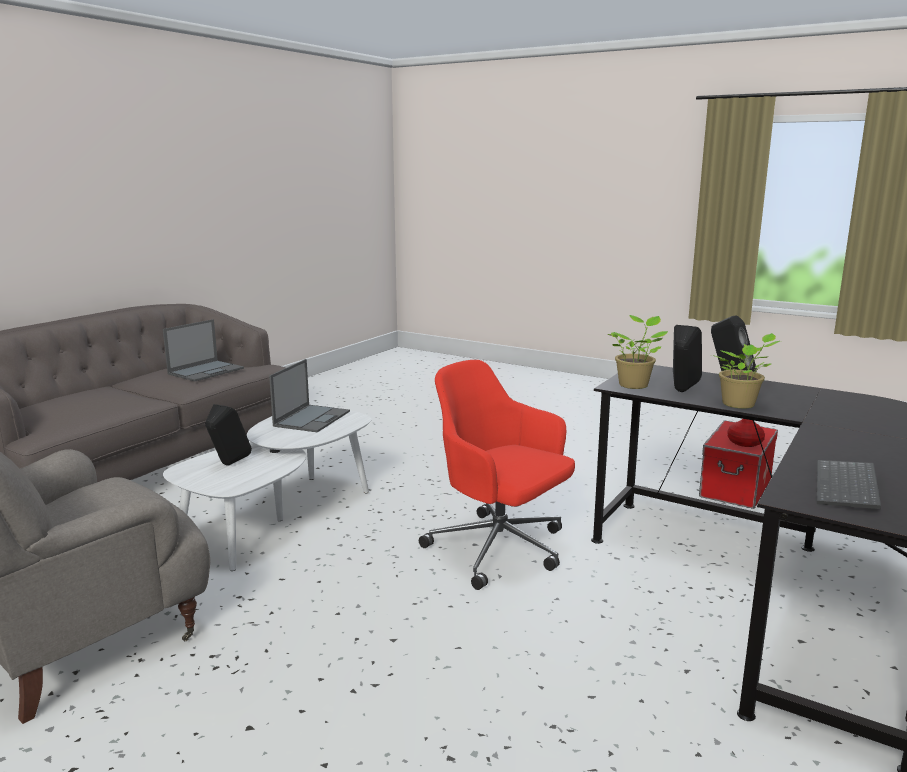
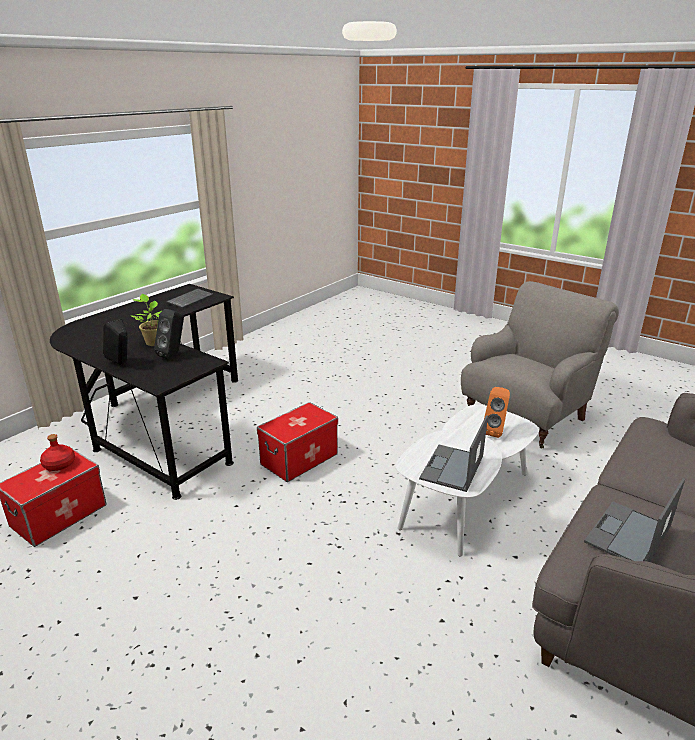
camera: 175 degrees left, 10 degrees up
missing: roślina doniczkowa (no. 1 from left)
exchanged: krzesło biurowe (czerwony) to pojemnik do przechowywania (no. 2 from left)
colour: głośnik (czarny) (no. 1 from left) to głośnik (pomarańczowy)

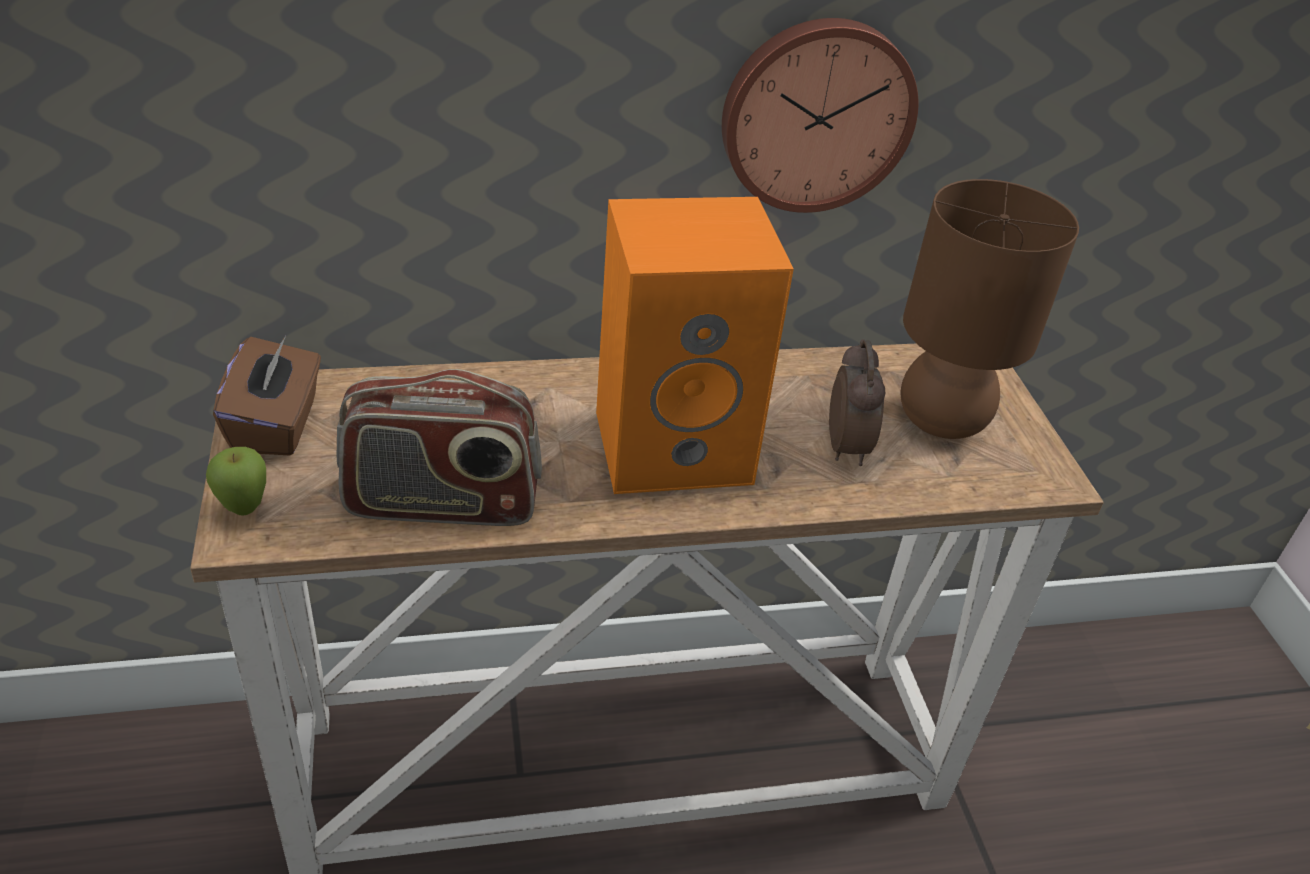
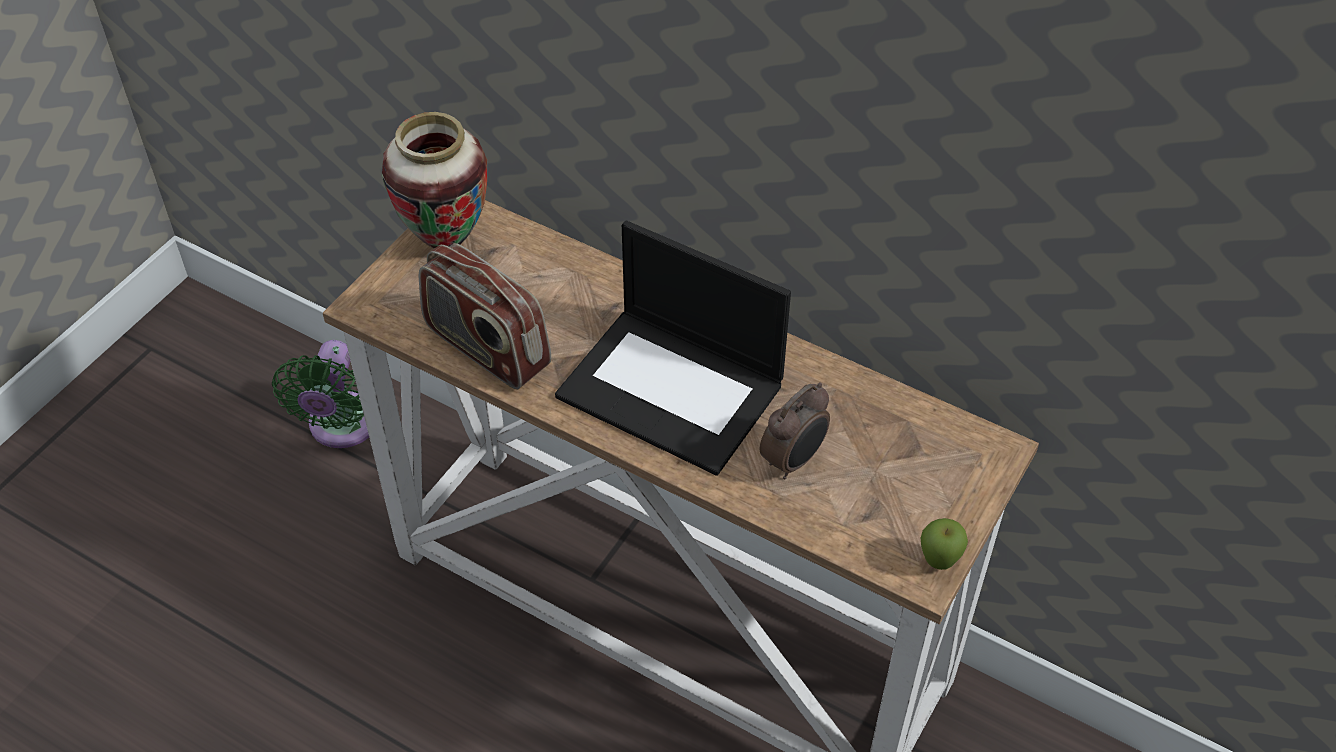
camera: 45 degrees right, 10 degrees up
missing: zegar ścienny; lampa stołowa (brązowy)
appeared: wentylator (zielony)
relocated: jabłko
exchanged: głośnik (pomarańczowy) to laptop; pudełko chusteczek (brązowy) to wazon

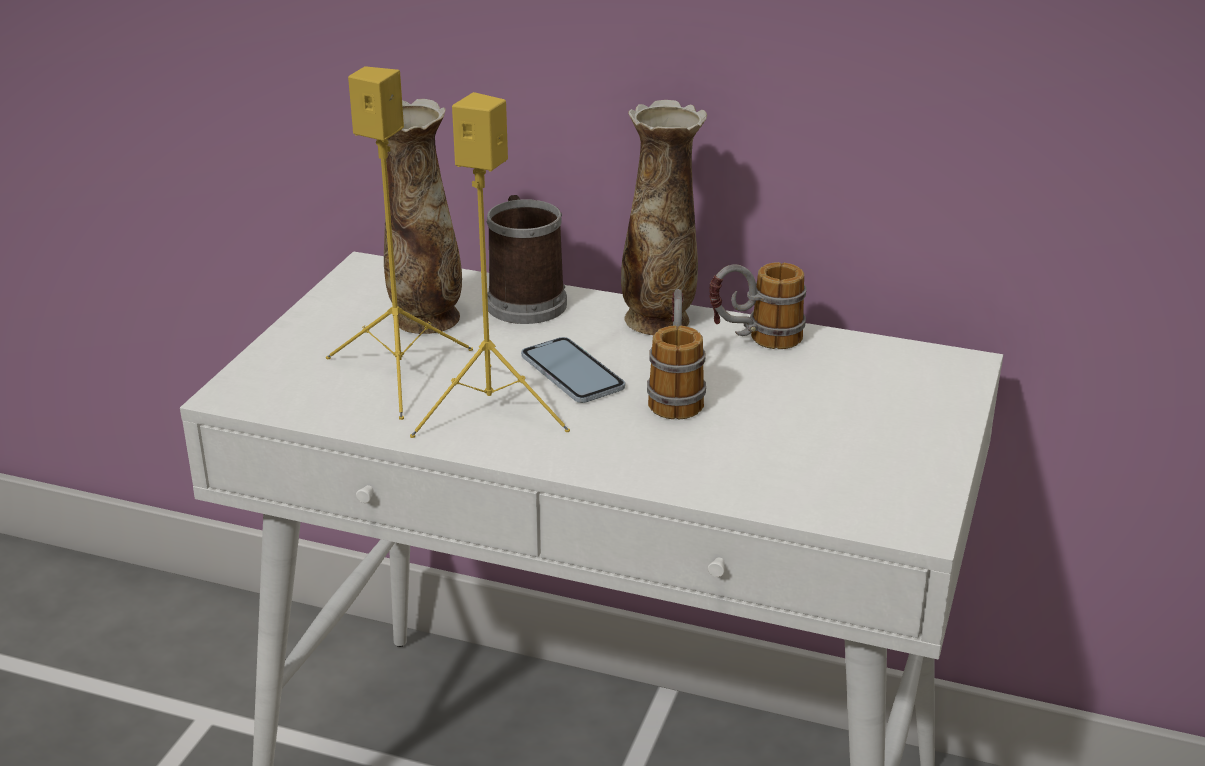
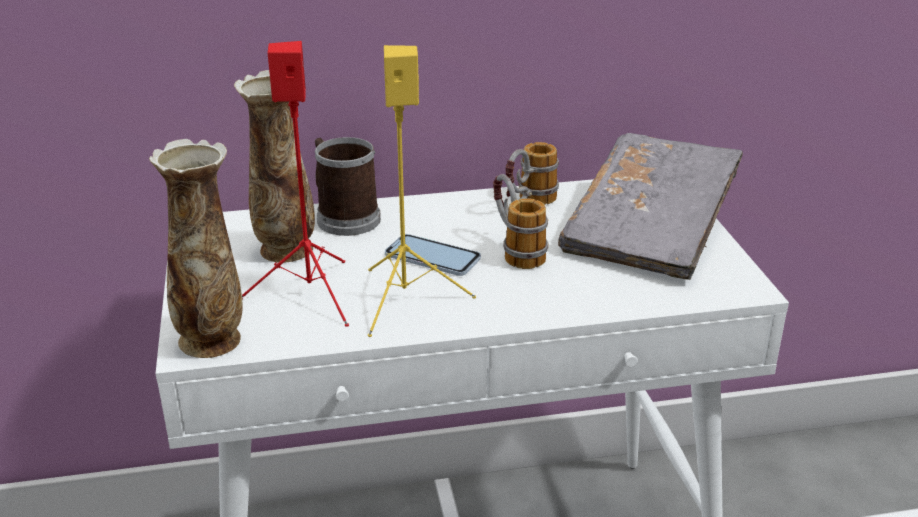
camera: 30 degrees left, 0 degrees up
appeared: książka (szary)
relocated: wazon (no. 2 from left in the first image) to wazon (no. 1 from left)
colour: głośnik (żółty) (no. 1 from left) to głośnik (czerwony)

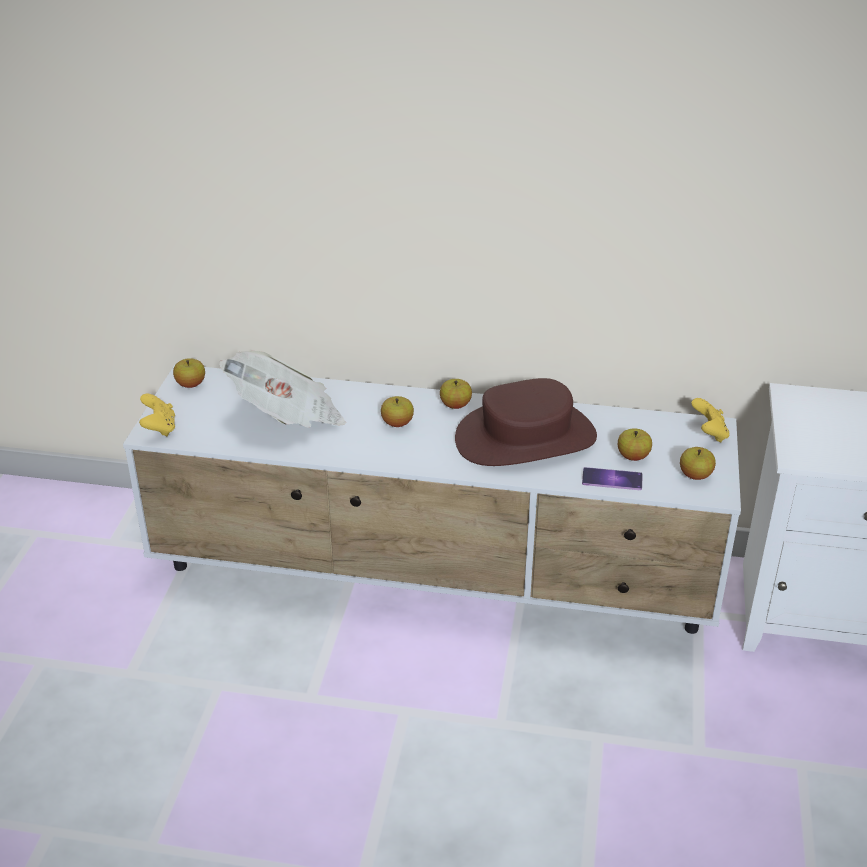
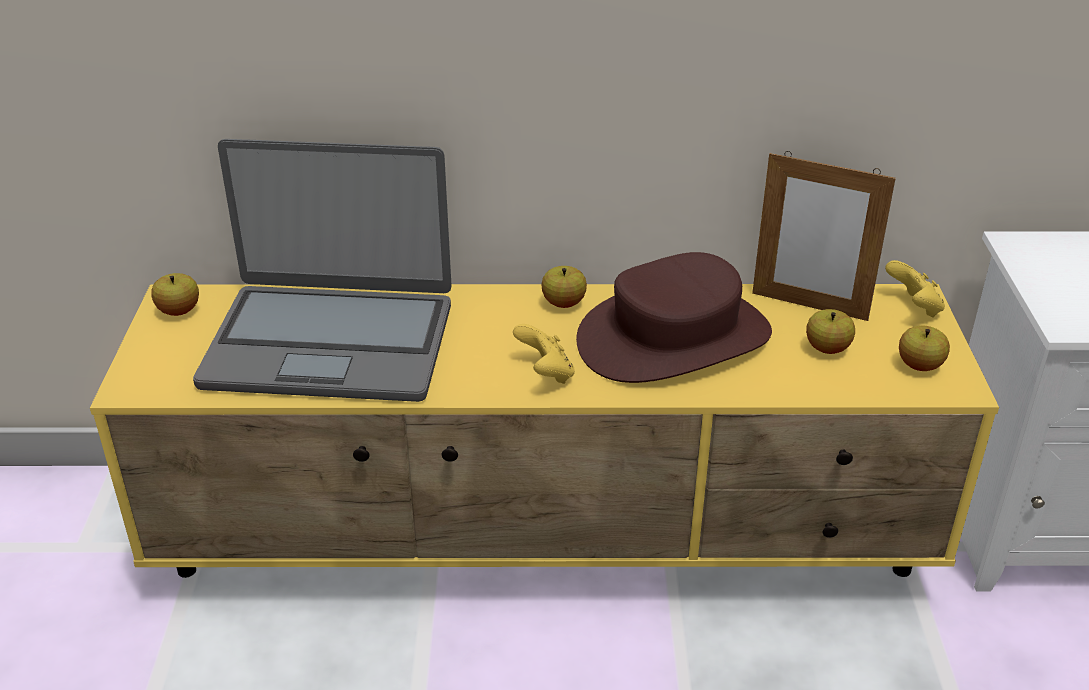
camera: 10 degrees left, 0 degrees up
missing: jabłko (no. 2 from left); telefon
appeared: ramka na zdjęcie
relocated: pad do gier (żółty) (no. 1 from left)
exchanged: gazeta to laptop
colour: szafka pod telewizor (biały) to szafka pod telewizor (żółty)

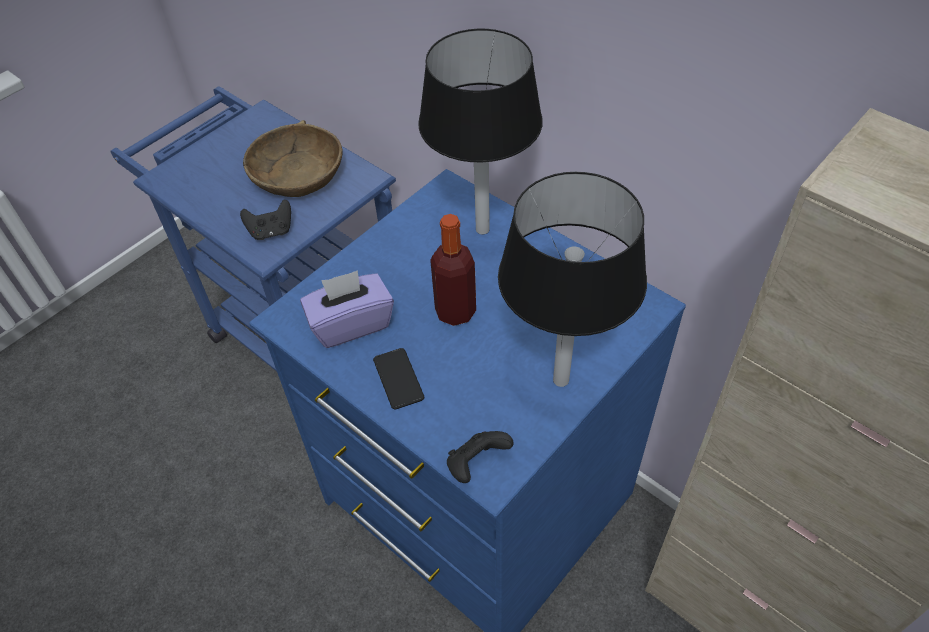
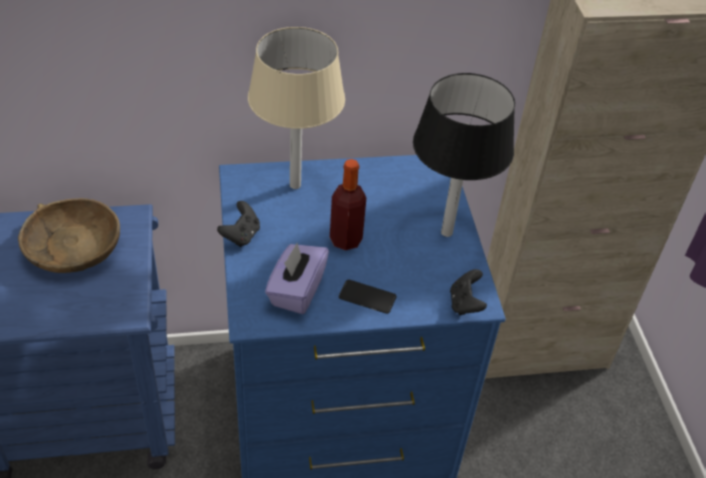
camera: 55 degrees left, 5 degrees down
relocated: pad do gier (czarny) (no. 1 from left)
colour: lampa stołowa (czarny) (no. 1 from left) to lampa stołowa (beżowy)

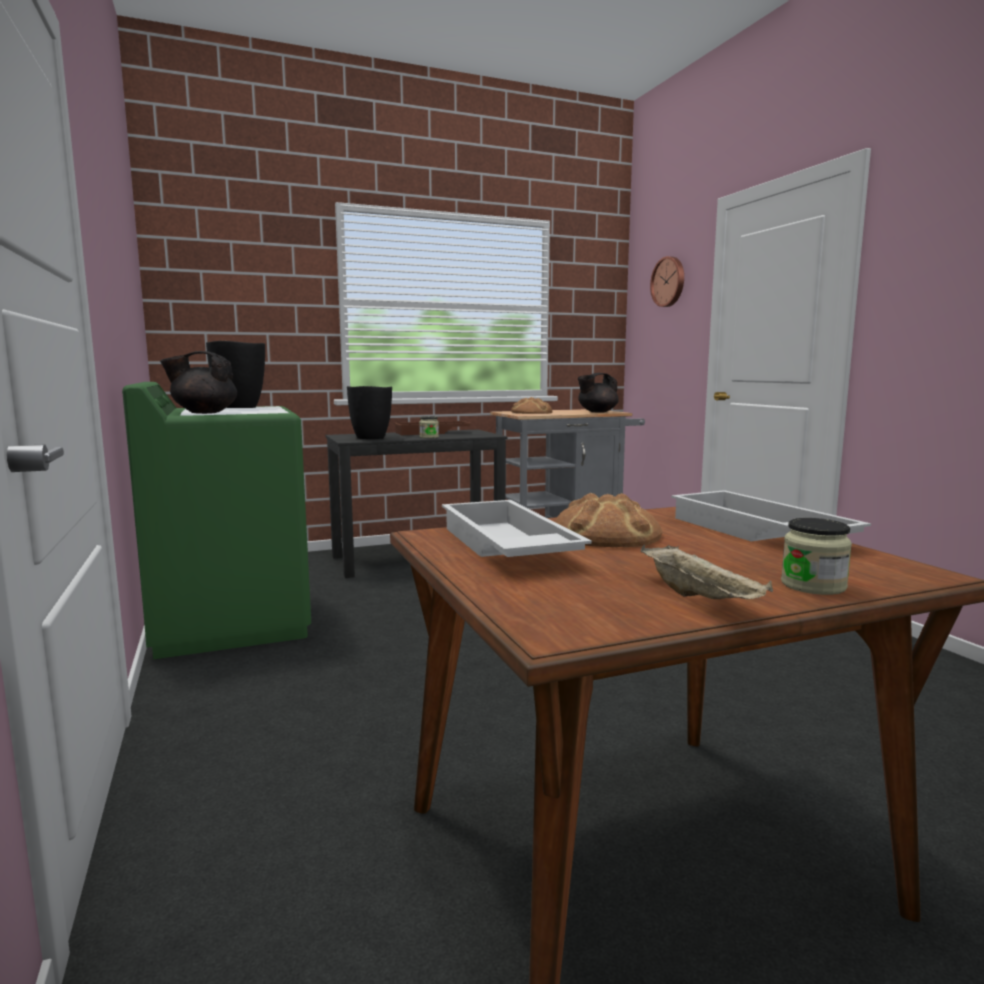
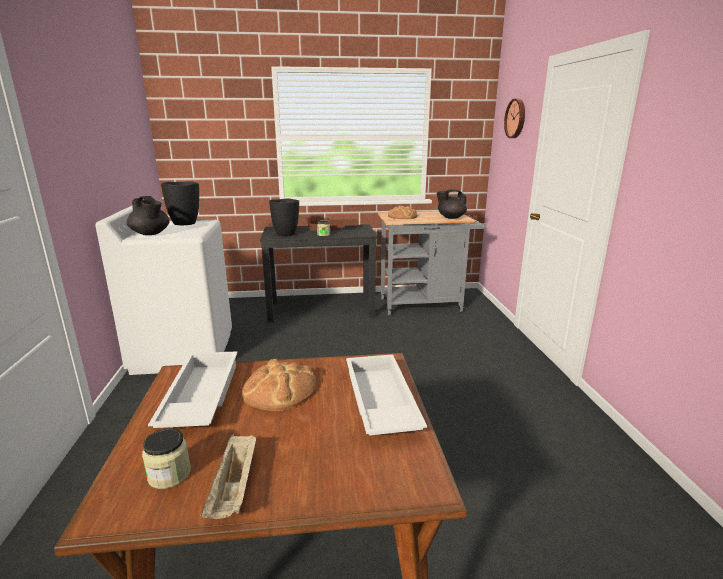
camera: 15 degrees right, 10 degrees up
relocated: słoik (no. 2 from left in the first image) to słoik (no. 1 from left)
colour: pralka (zielony) to pralka (biały)
spun: imbryk (czarny) (no. 1 from left) 135 degrees counterclockwise

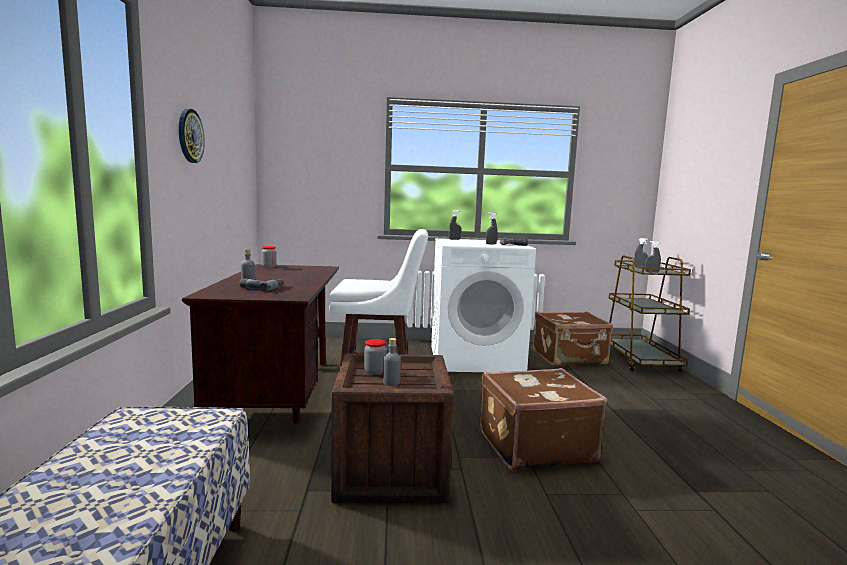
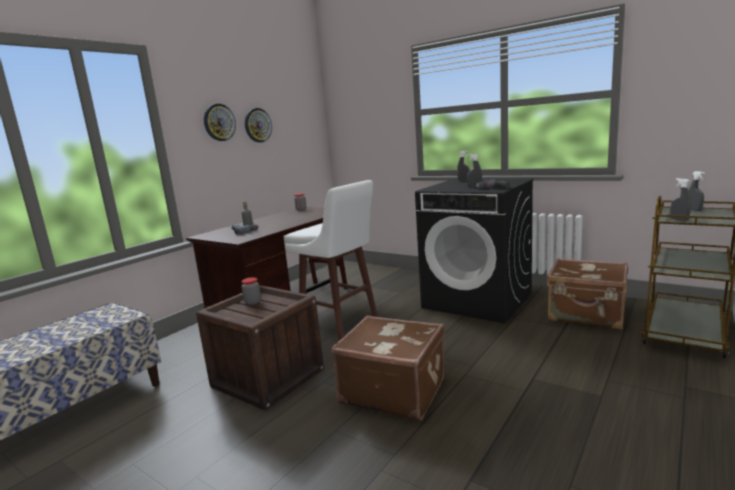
camera: 40 degrees right, 5 degrees up
missing: butelka (szary) (no. 2 from left)
appeared: zegar ścienny (no. 2 from left)
colour: pralka (biały) to pralka (czarny)

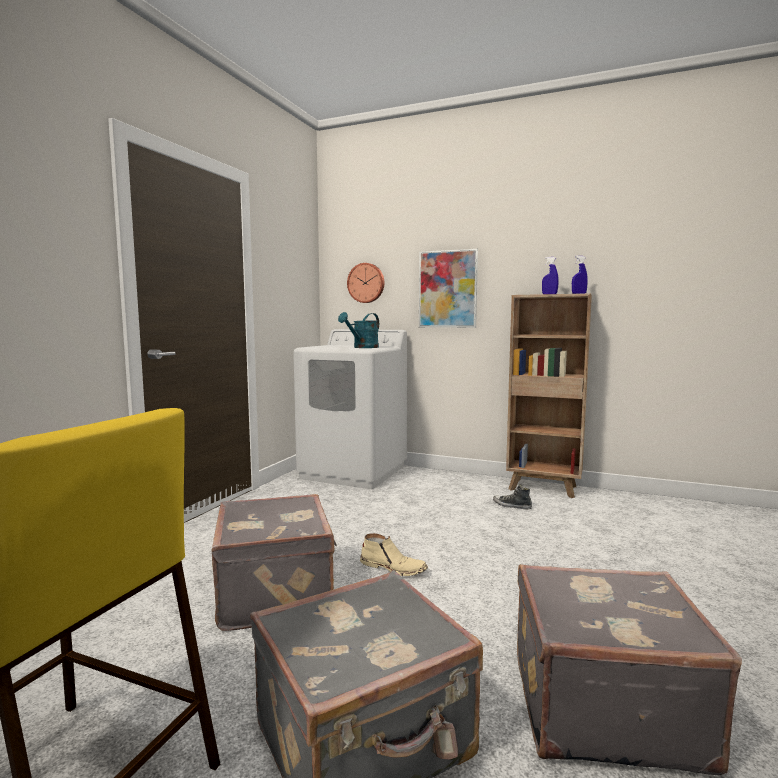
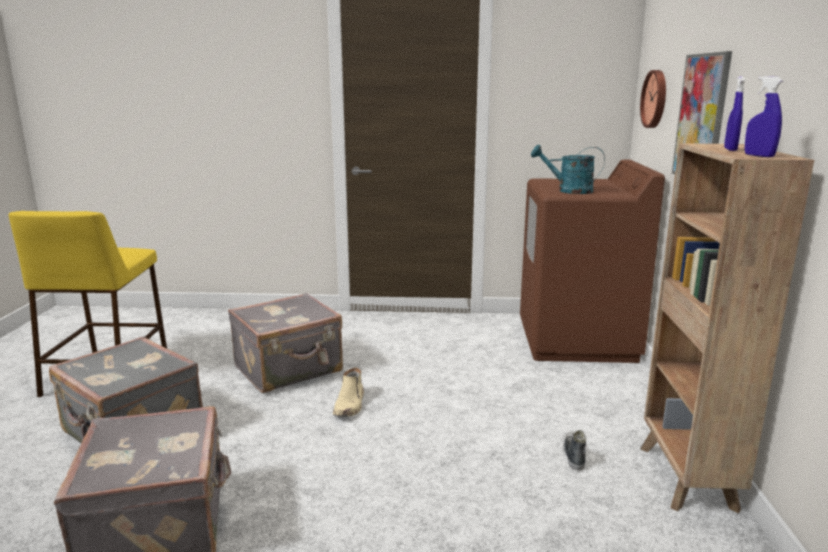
camera: 70 degrees right, 10 degrees up
colour: pralka (biały) to pralka (brązowy)

